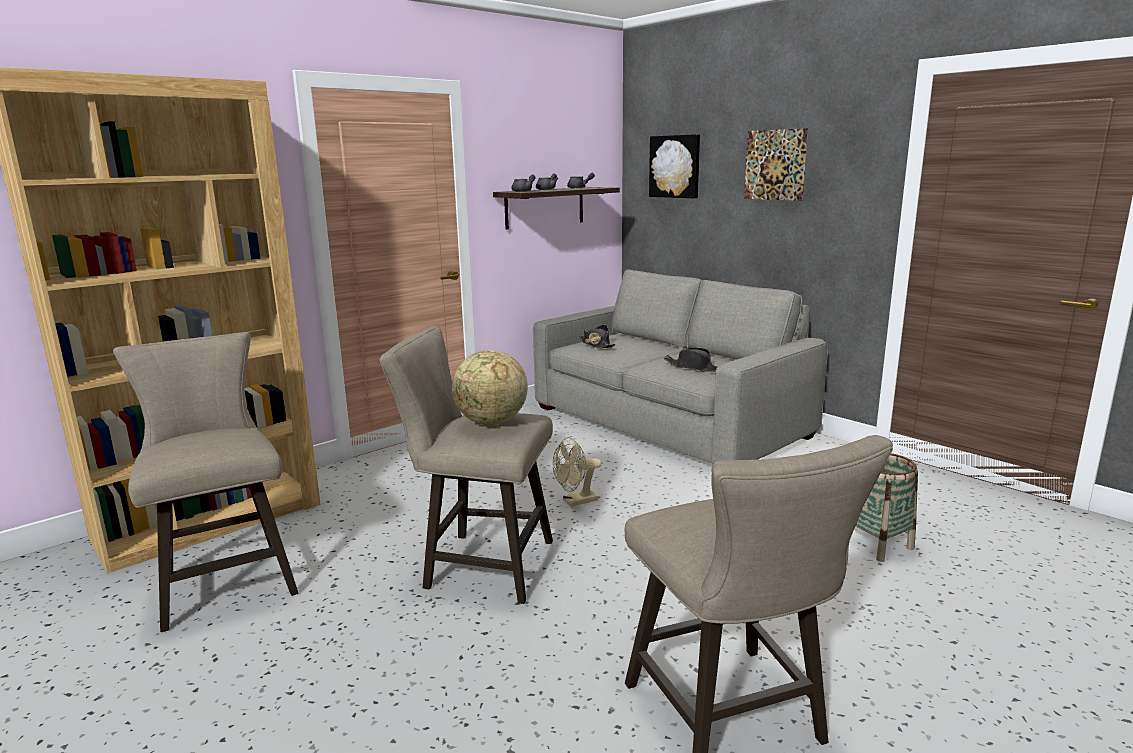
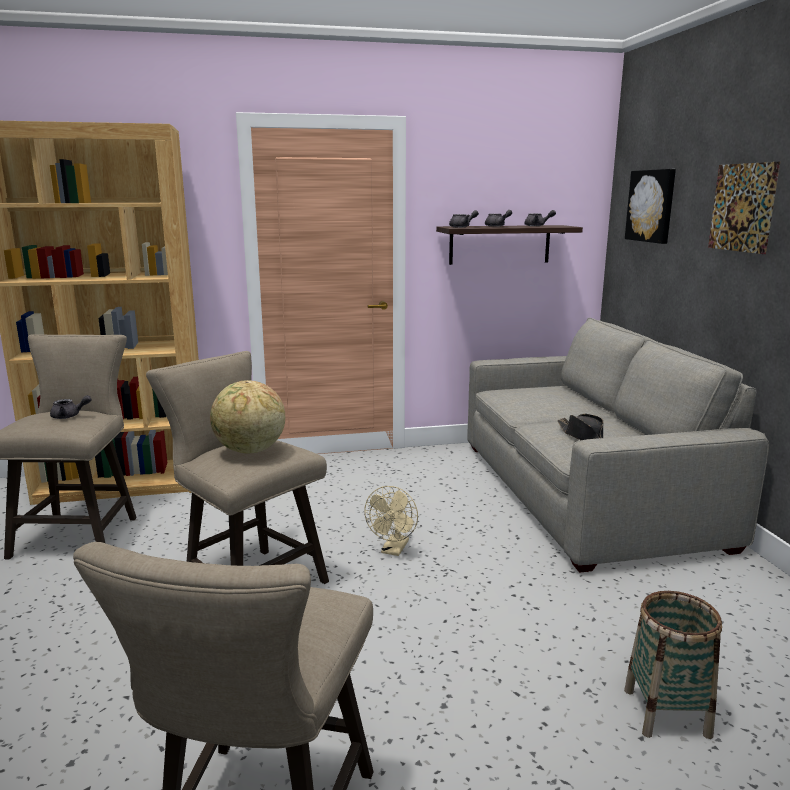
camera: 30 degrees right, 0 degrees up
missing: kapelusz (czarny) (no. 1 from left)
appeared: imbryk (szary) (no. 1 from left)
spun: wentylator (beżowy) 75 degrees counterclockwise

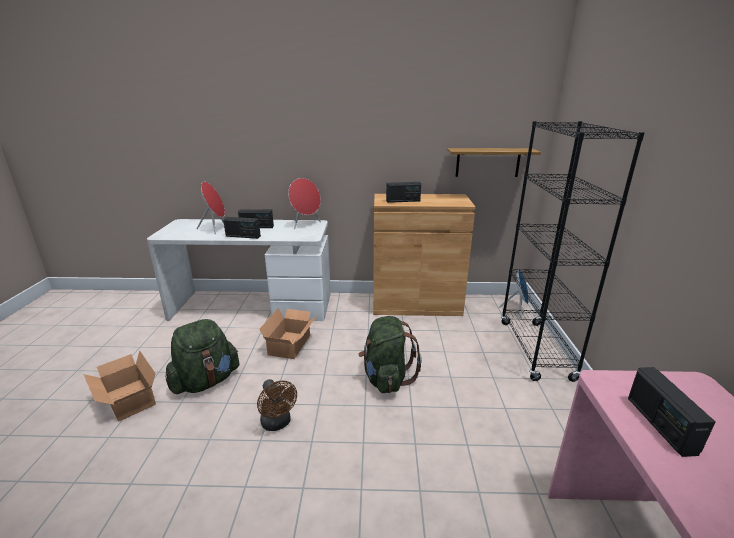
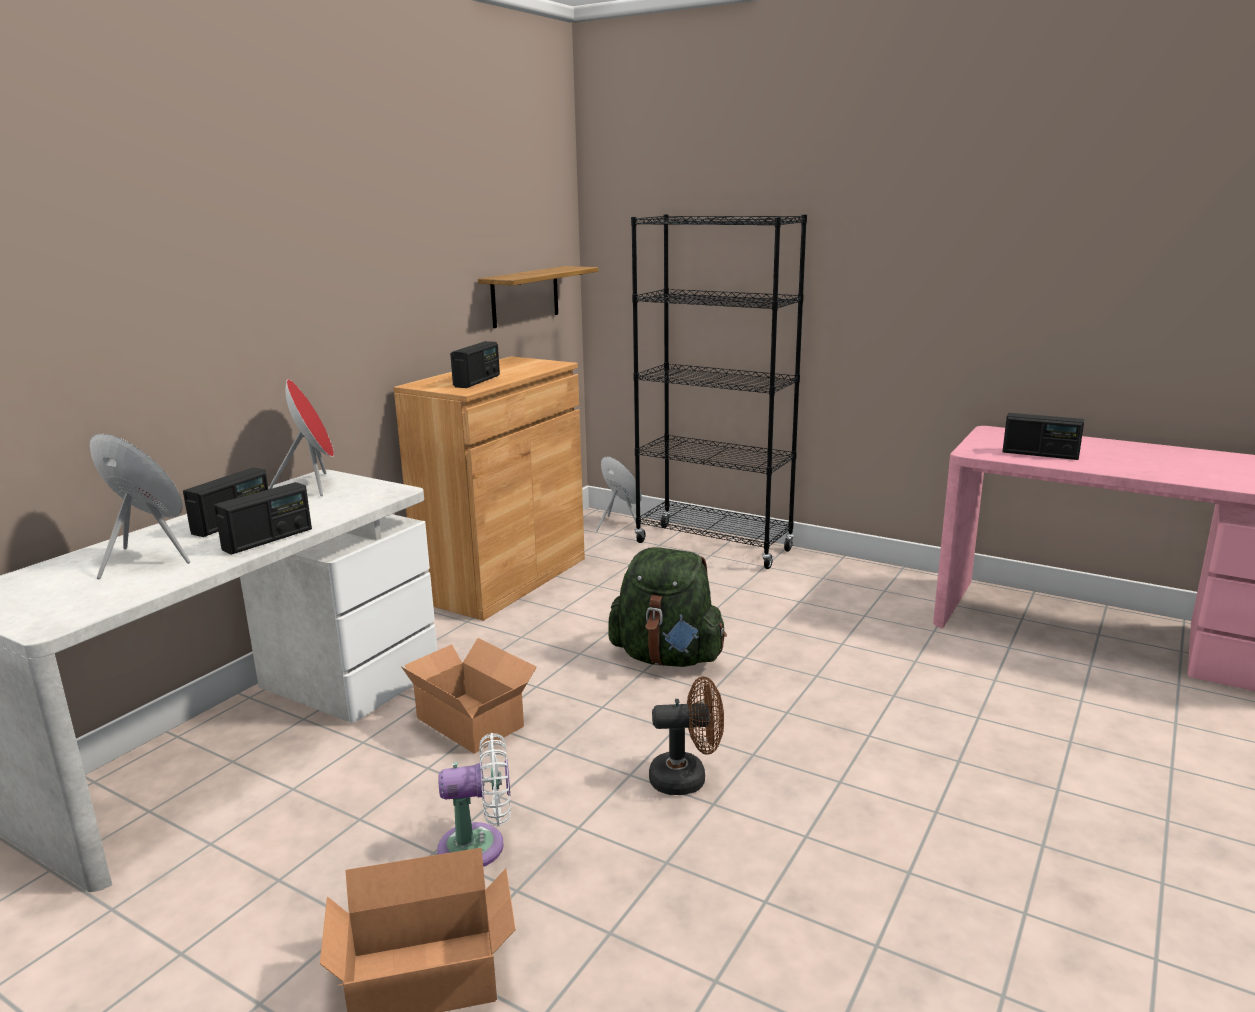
camera: 60 degrees left, 5 degrees down
exchanged: plecak (zielony) (no. 1 from left) to wentylator (biały)

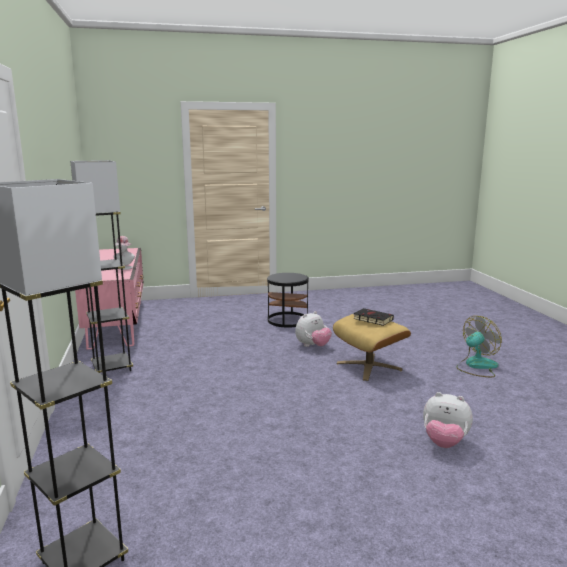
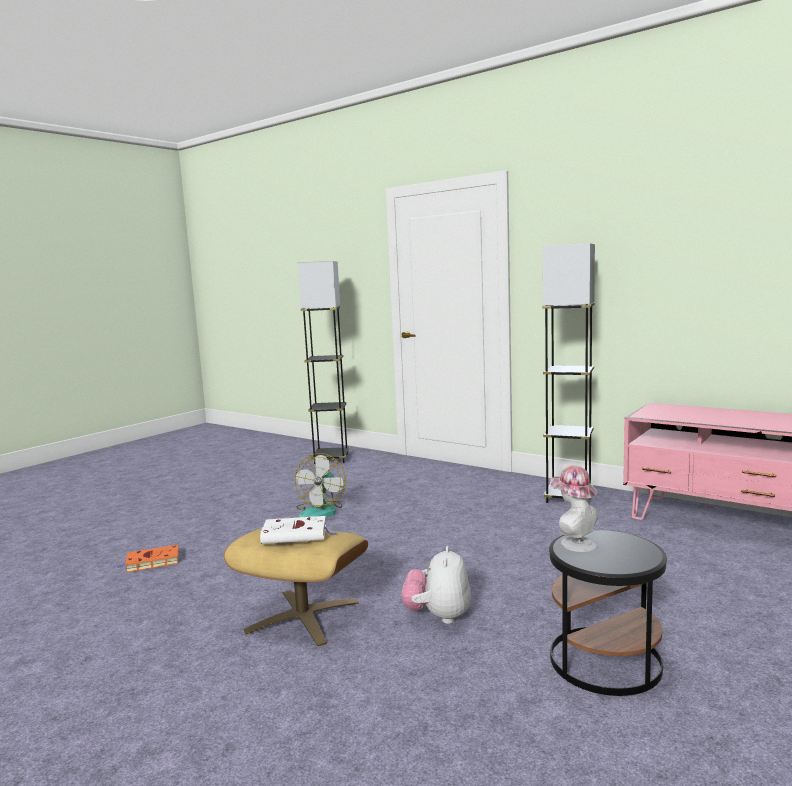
camera: 140 degrees right, 5 degrees down
relocated: kapelusz; wentylator
exchanged: pluszak (no. 2 from left) to książka (pomarańczowy)
colour: książka (czarny) to książka (biały)

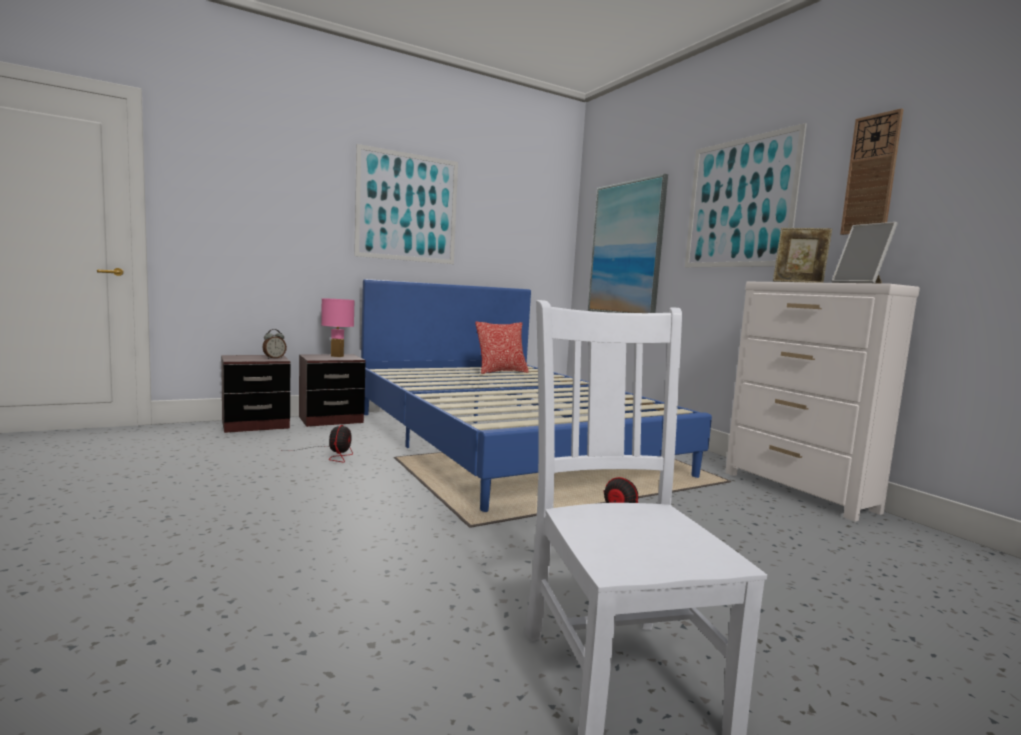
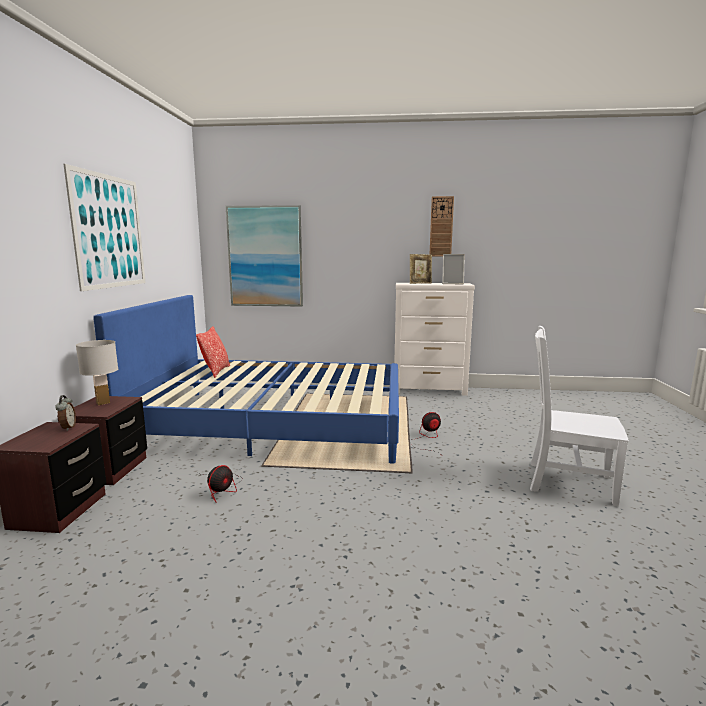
camera: 55 degrees left, 5 degrees up
missing: obraz (no. 3 from left)
colour: lampa stołowa (różowy) to lampa stołowa (biały)
spun: wentylator (no. 1 from left) 90 degrees clockwise

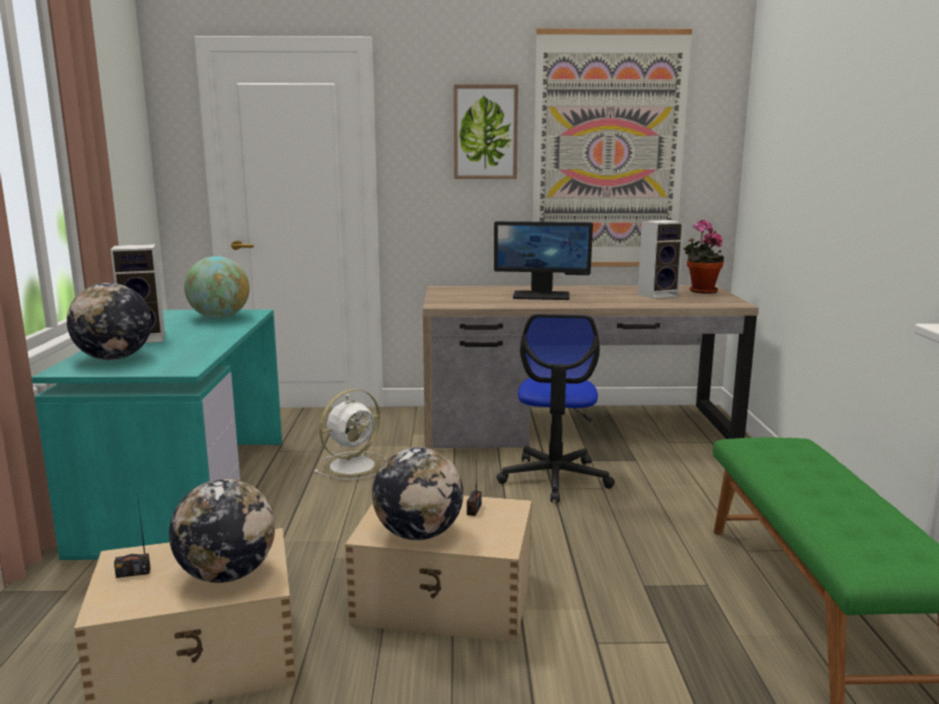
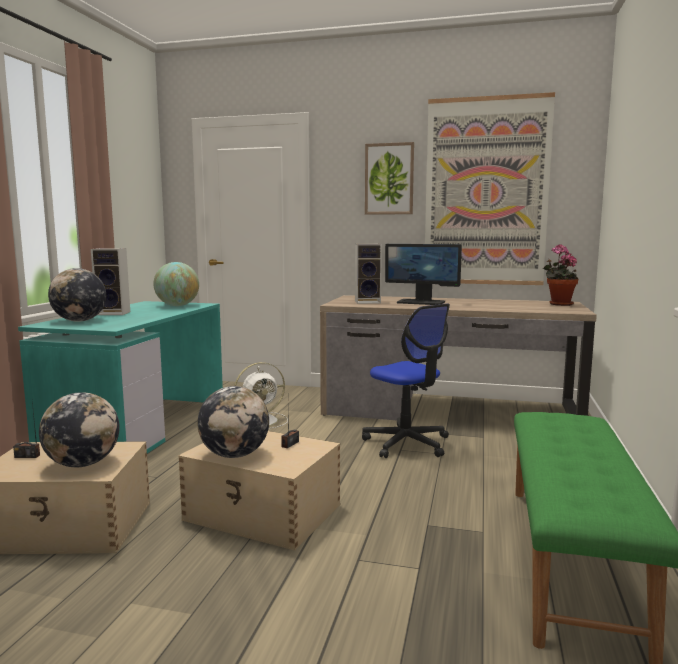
camera: 15 degrees right, 5 degrees down
relocated: głośnik (no. 2 from left)
spun: krzesło biurowe 60 degrees counterclockwise

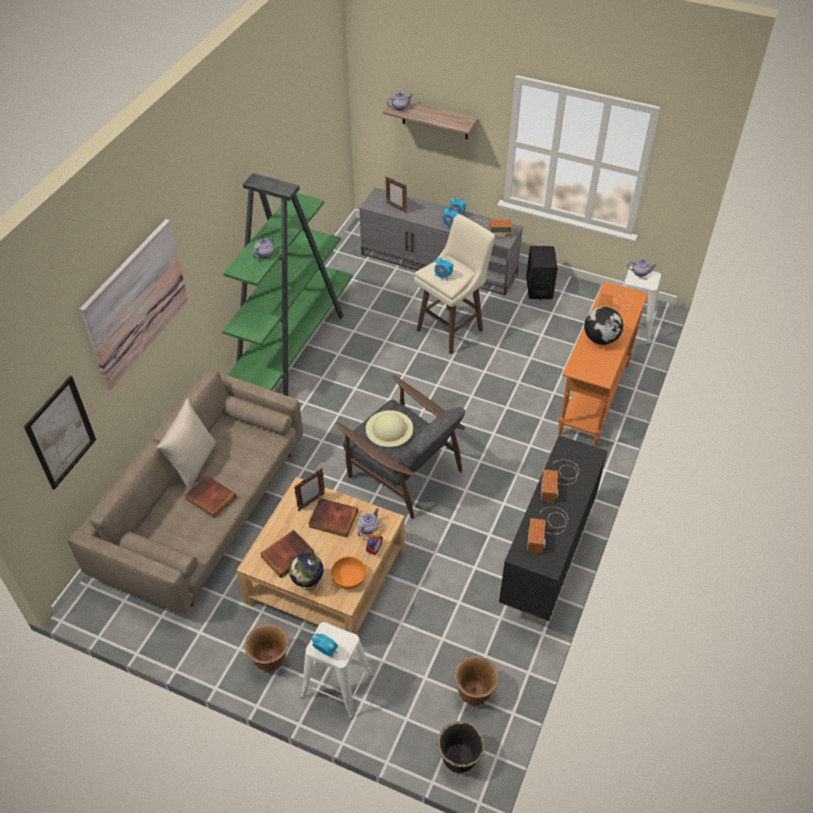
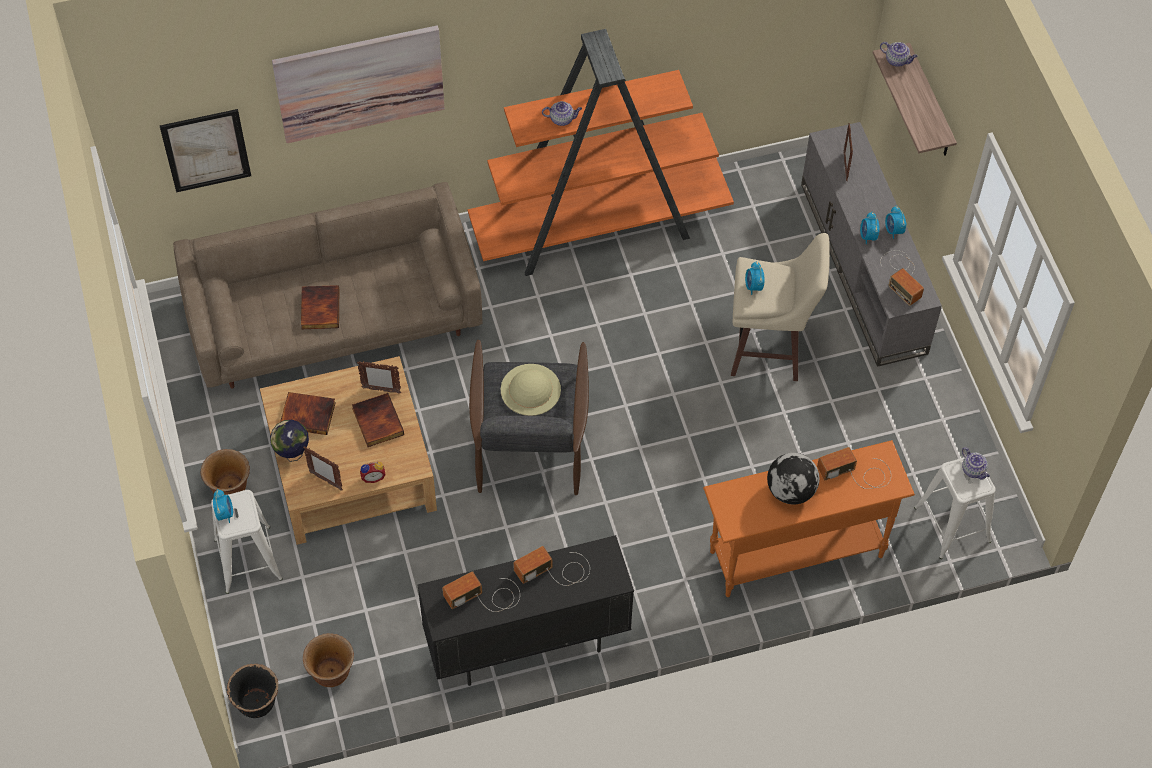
camera: 50 degrees right, 10 degrees up
missing: głośnik (czarny); poduszka (beżowy); imbryk (no. 2 from left)
exchanged: miska (pomarańczowy) to ramka na zdjęcie (no. 1 from left)
colour: regał (zielony) to regał (pomarańczowy)

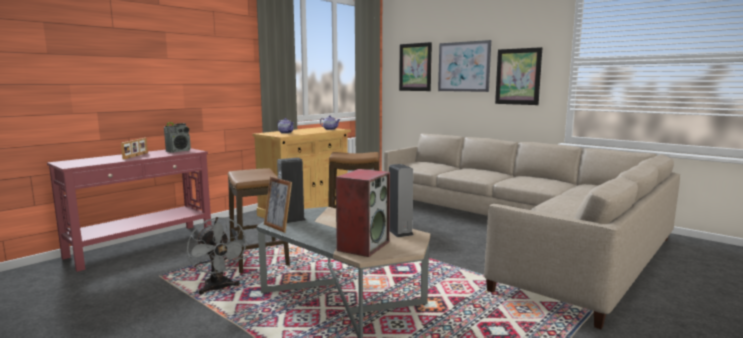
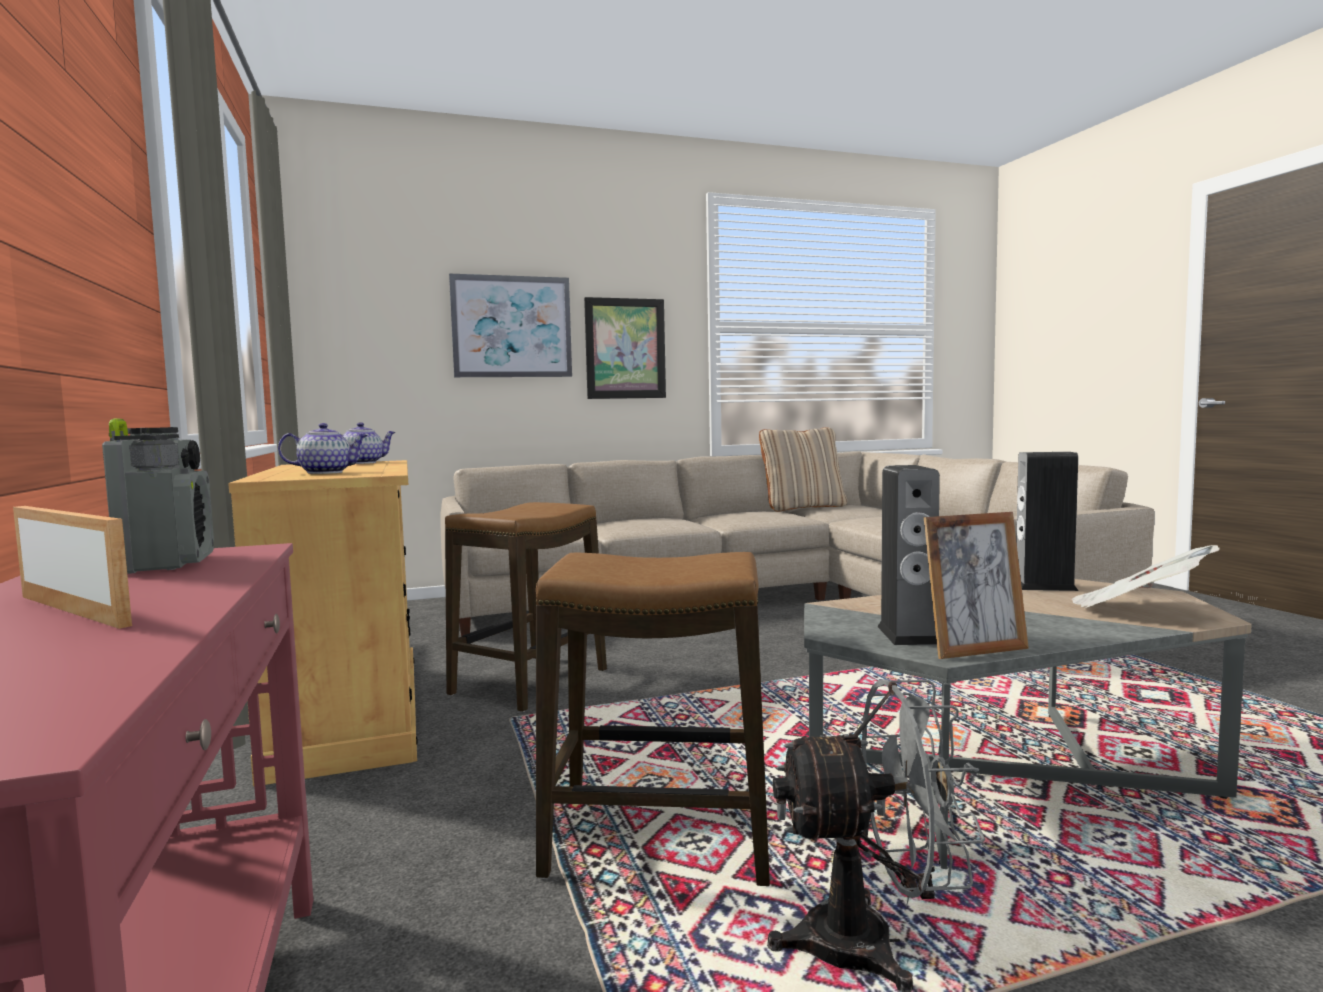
camera: 60 degrees left, 5 degrees down
missing: obraz (no. 1 from left)
appeared: poduszka (beżowy)
exchanged: głośnik (no. 2 from left) to gazeta

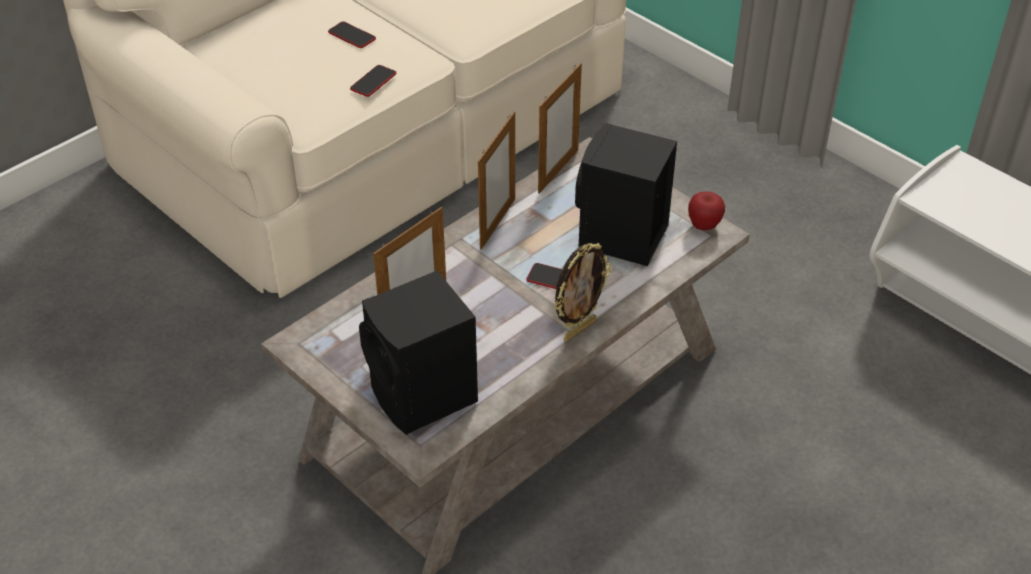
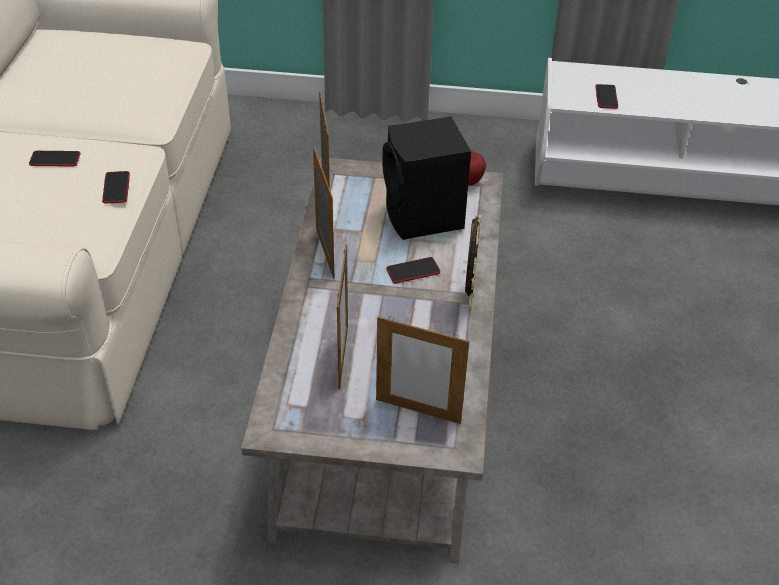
camera: 40 degrees left, 0 degrees up
appeared: telefon (no. 4 from left)
exchanged: głośnik (czarny) (no. 1 from left) to ramka na zdjęcie (no. 4 from left)

